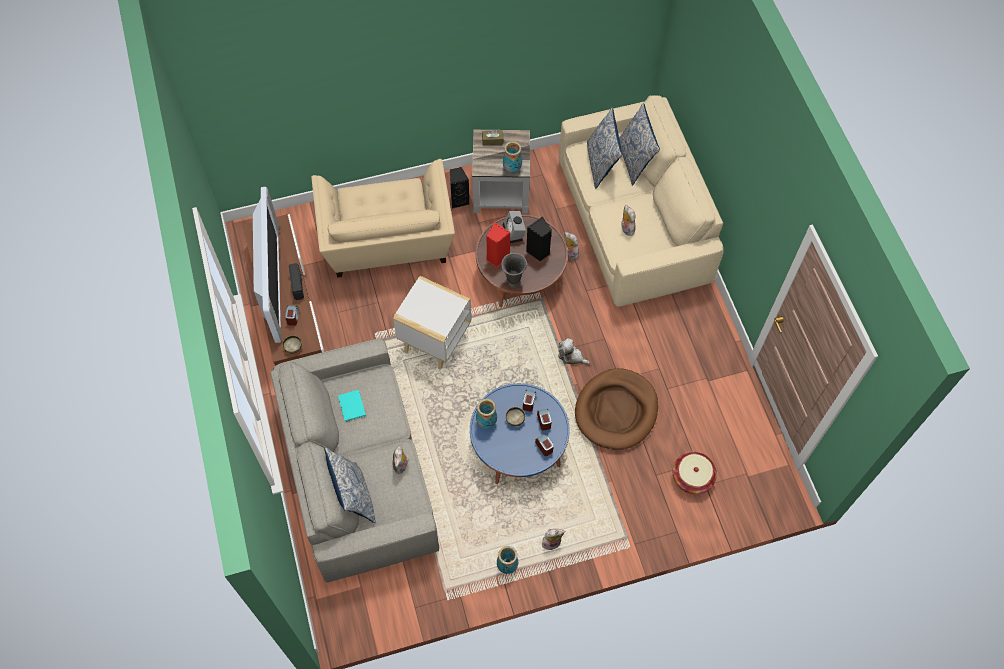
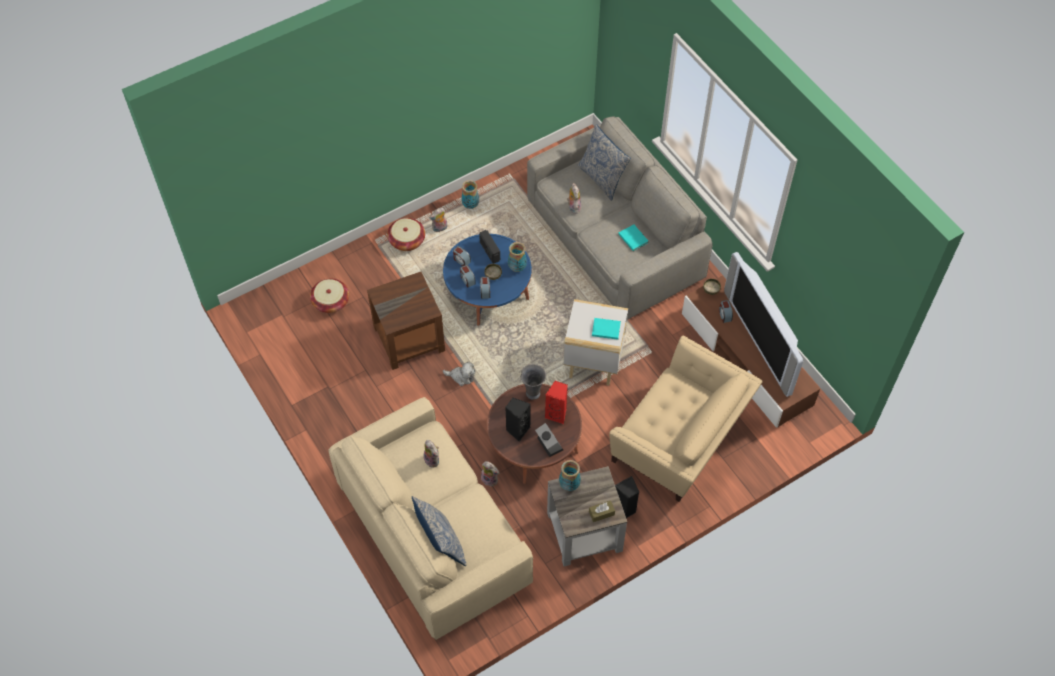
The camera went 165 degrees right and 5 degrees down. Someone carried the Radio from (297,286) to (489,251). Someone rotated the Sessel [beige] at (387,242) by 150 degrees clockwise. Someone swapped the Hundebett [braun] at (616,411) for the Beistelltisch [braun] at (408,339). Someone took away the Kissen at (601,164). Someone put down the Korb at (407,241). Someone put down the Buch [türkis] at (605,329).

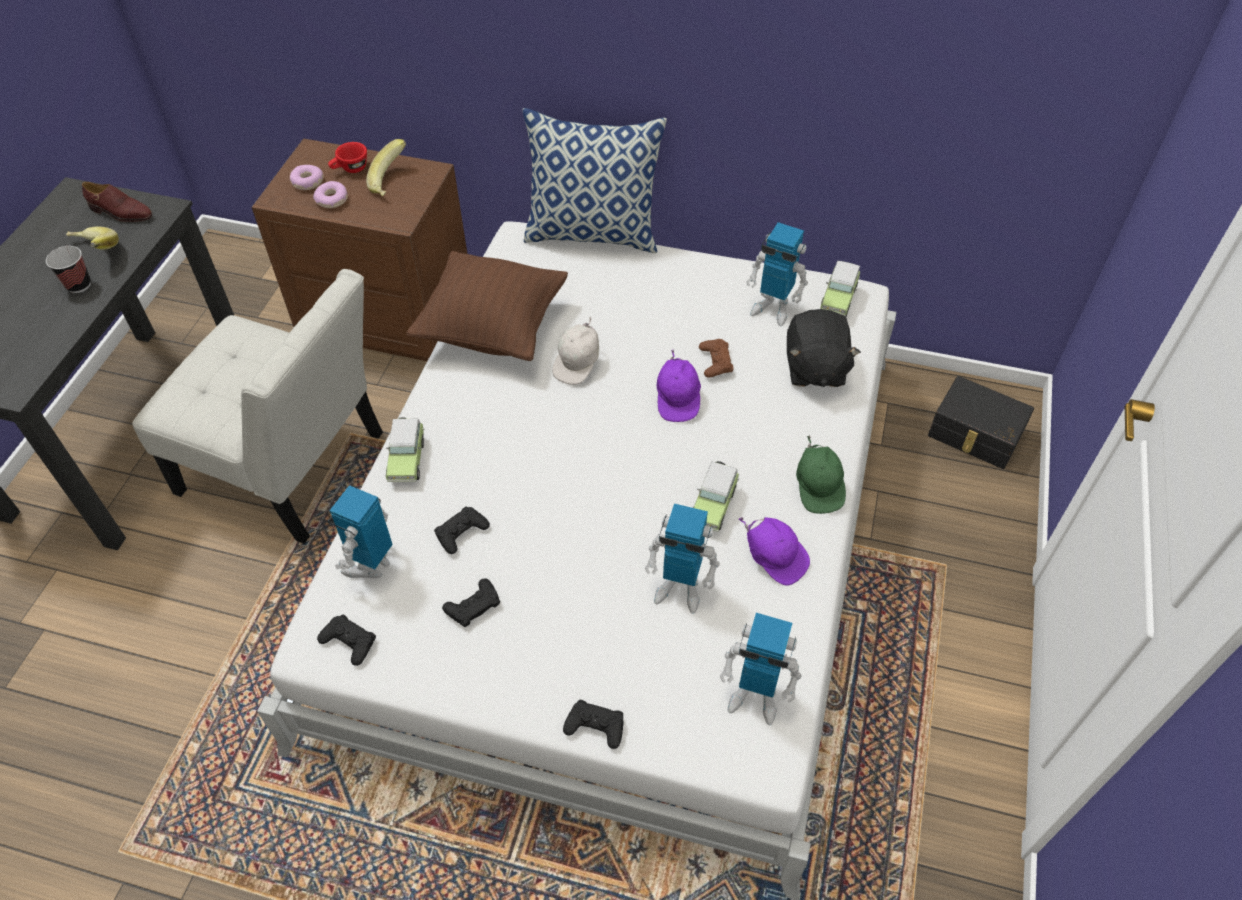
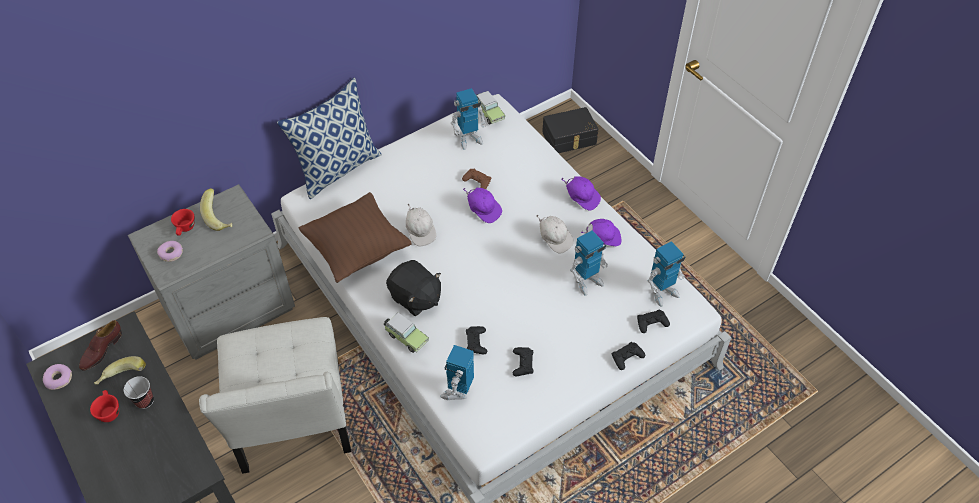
The camera went 50 degrees left and 0 degrees up. Someone rotated the Schuh [braun] at (121,212) by 150 degrees clockwise. Someone rotated the Stuhl [weiß] at (291,468) by 105 degrees clockwise. Someone repainted the Nachttisch [braun] at (388,315), which became the Nachttisch [grau] at (229,309). Someone carried the Donut from (332,200) to (59,379). Someone carried the Gamepad [schwarz] from (349,642) to (651,323). Someone rotated the Spielzeugroboter at (371,564) by 45 degrees clockwise. Someone swapped the Spielzeugauto at (714,504) for the Kappe [weiß] at (555,239). Someone carried the Plüschtier [schwarz] from (814,368) to (415,298). Someone repainted the Kappe [grün] at (818,487), which became the Kappe [lila] at (582,198). Someone put down the Tasse [rot] at (109,411).

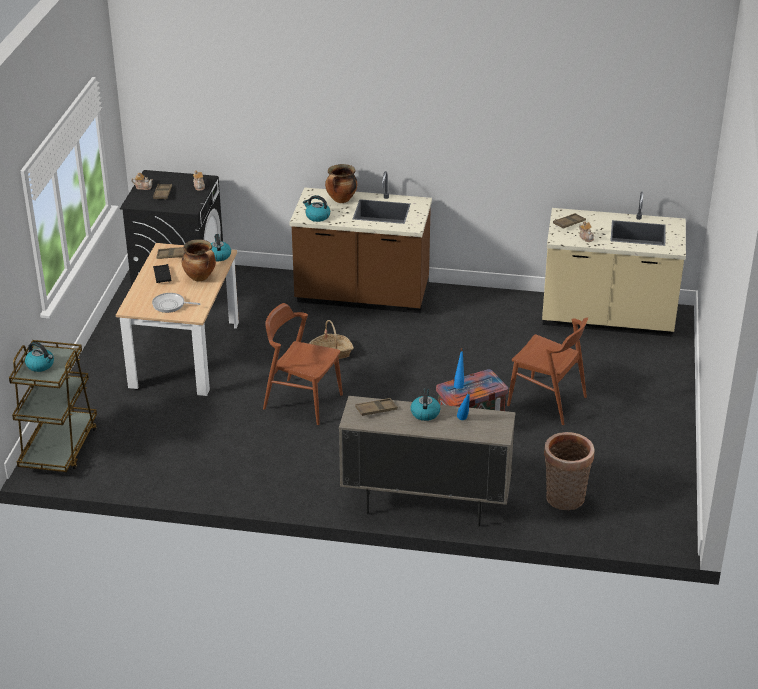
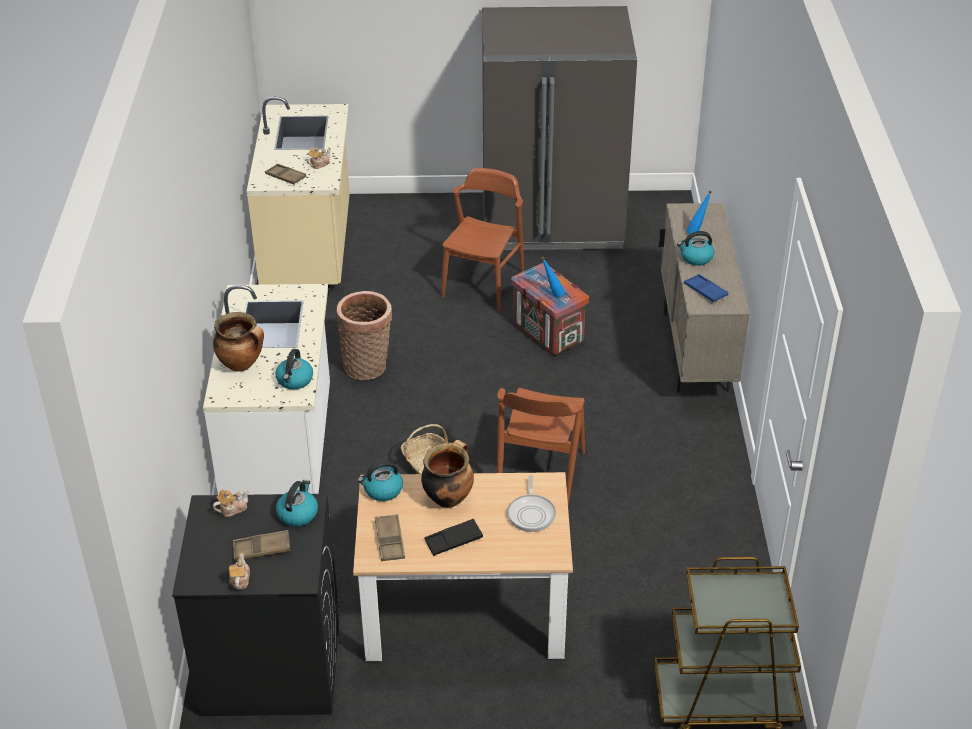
The camera went 100 degrees left and 5 degrees up. Someone carried the Wasserkessel from (41,365) to (297,514). Someone repainted the Küchenzeile [braun] at (362,297), which became the Küchenzeile [weiß] at (282,453). Someone repainted the Tablett [braun] at (376,409), which became the Tablett [blau] at (705,291). Someone carried the Korb from (564,500) to (368,367). Someone put down the Kühlschrank [grau] at (552,223).

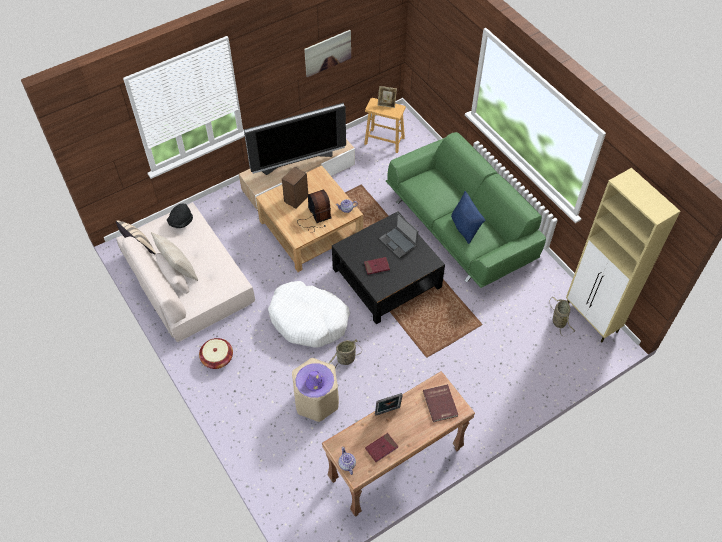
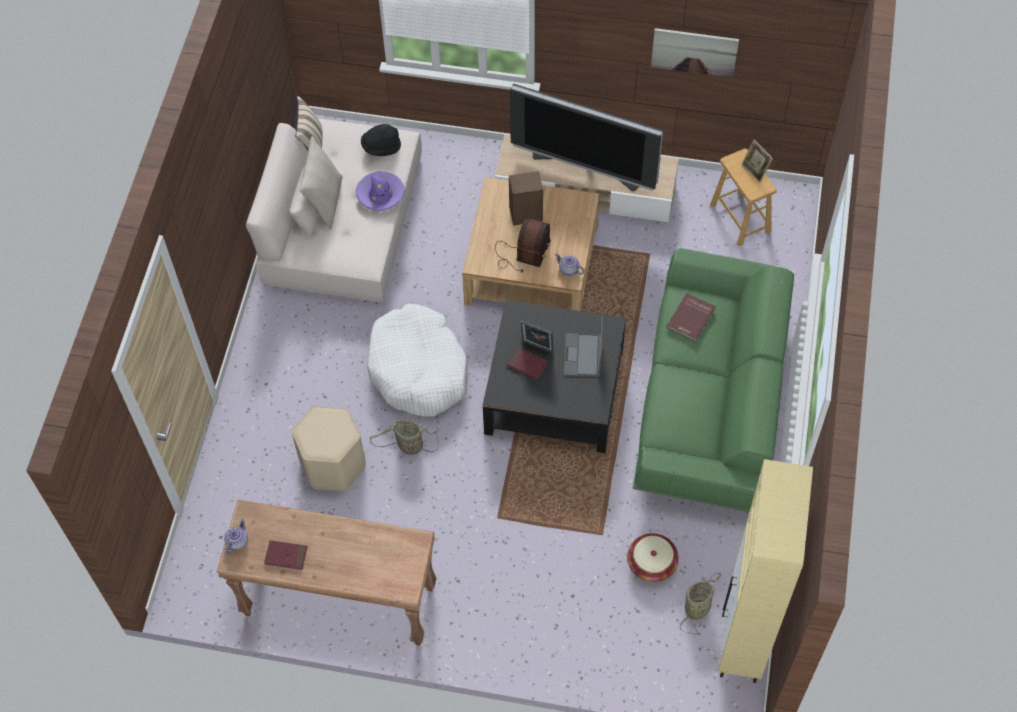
The camera went 45 degrees right and 5 degrees up. Someone carried the Korb from (217,358) to (651,563). Someone carried the Hut [lila] from (315,382) to (380,195). Someone carried the Bilderrahmen from (388,412) to (537,348). Someone carried the Buch [rot] from (441,403) to (692,318). Someone took away the Kissen [blau] at (465,228).

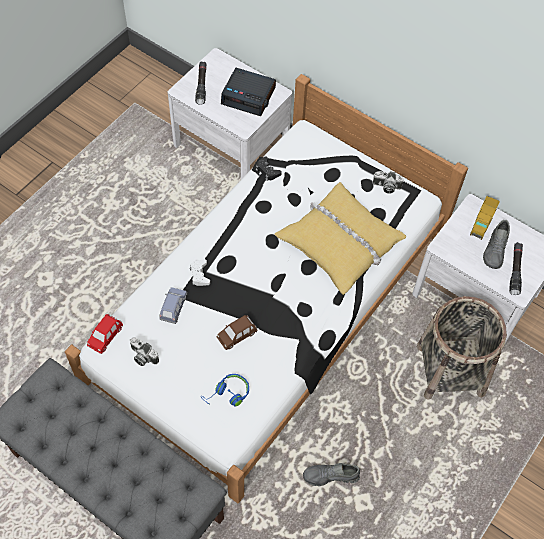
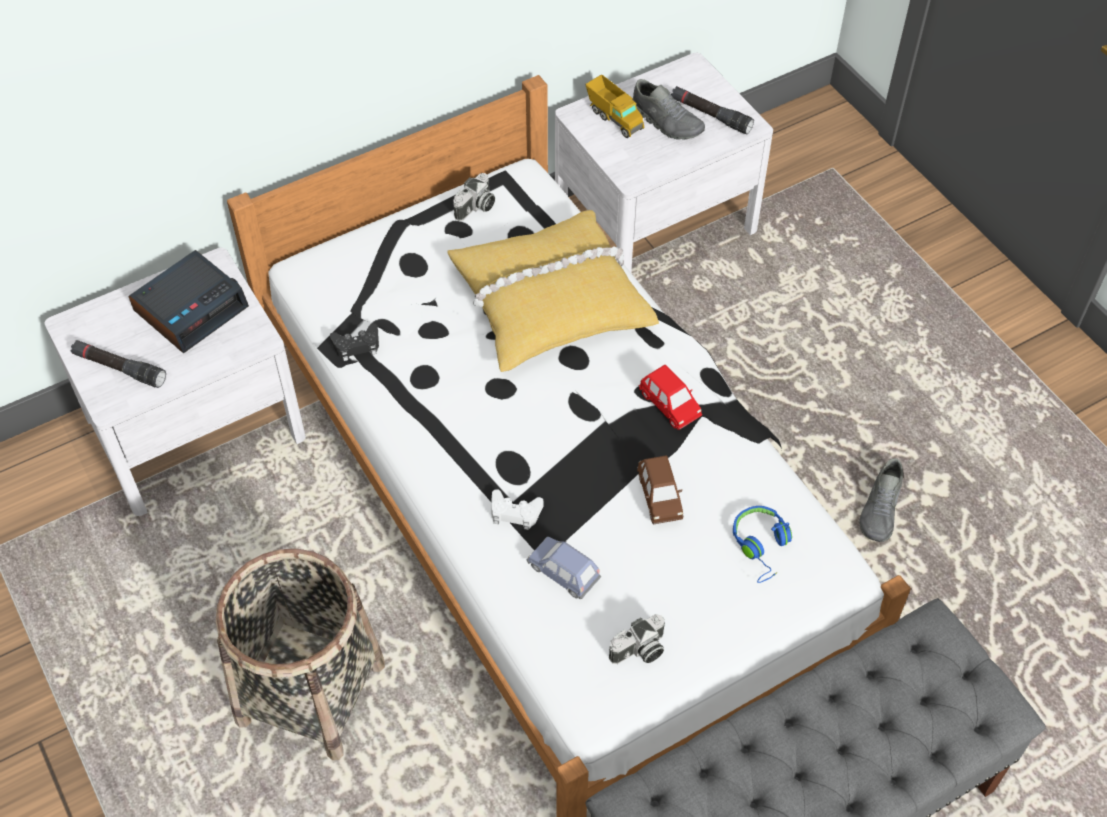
The camera went 65 degrees left and 5 degrees down. Someone carried the Spielzeugauto [rot] from (105,337) to (669,405). Someone carried the Korb from (450,370) to (310,693).

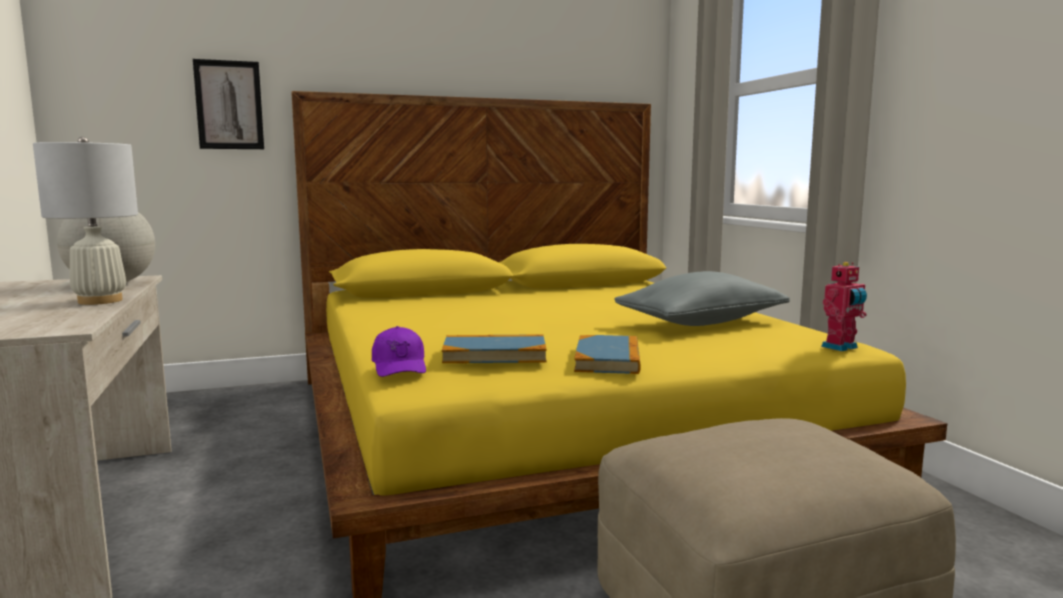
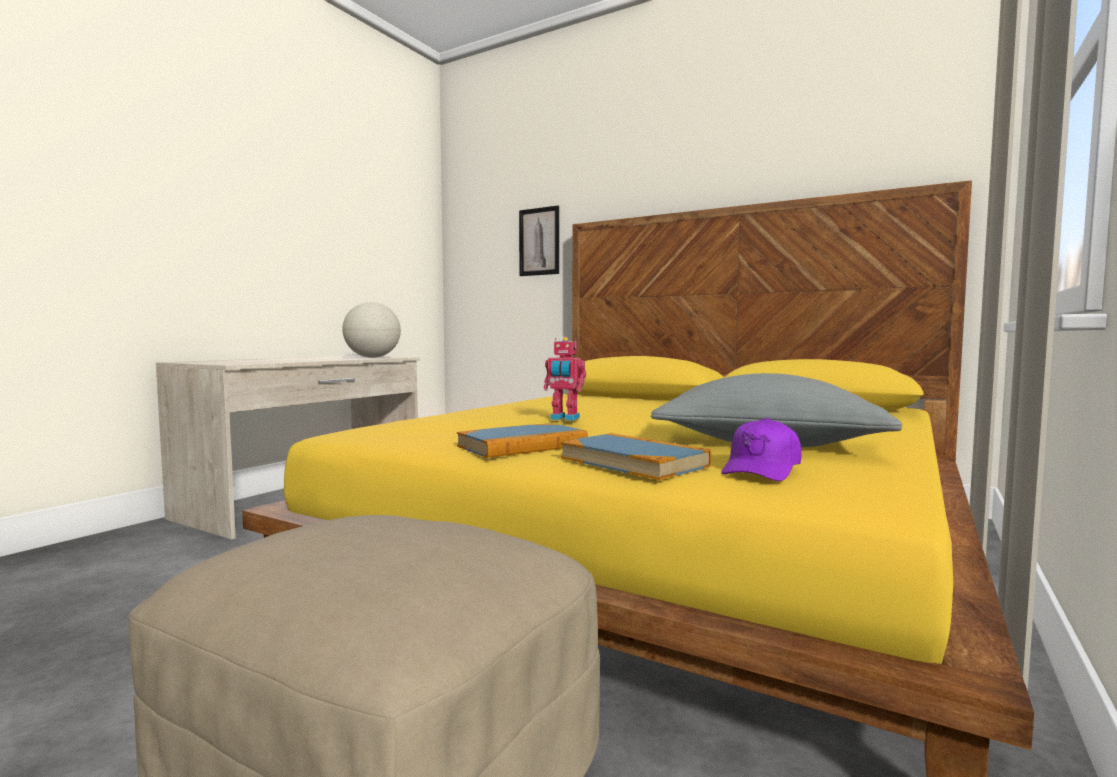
The camera went 50 degrees right and 5 degrees down. Someone took away the Tischlampe [weiß] at (100,301). Someone carried the Kappe [lila] from (399,366) to (762,470). Someone carried the Buch from (494,354) to (633,462). Someone carried the Spielzeugroboter from (841,347) to (564,418).

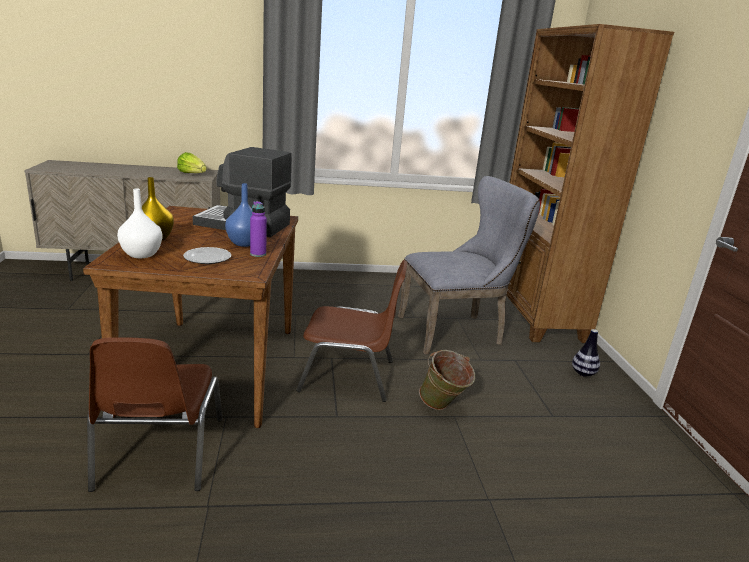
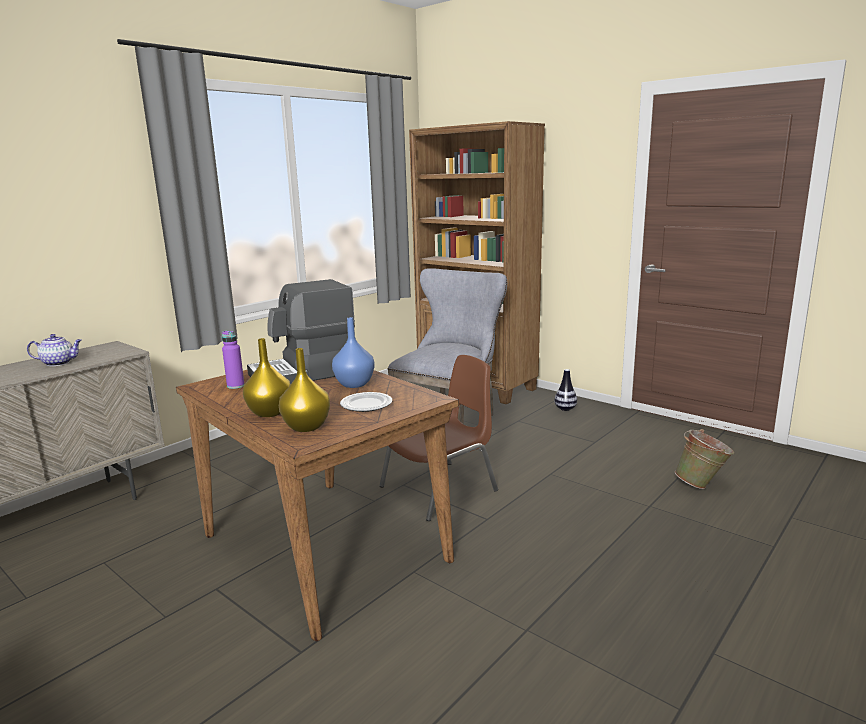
The camera went 40 degrees left and 5 degrees down. Someone took away the Stuhl [braun] at (158,454). Someone repainted the Vase [weiß] at (142,254), which became the Vase [gelb] at (307,426). Someone took away the Salatkopf at (192,174). Someone carried the Flasche [lila] from (258,254) to (235,386). Someone carried the Eimer [grün] from (442,407) to (702,485). Someone put down the Teekanne at (59,363).

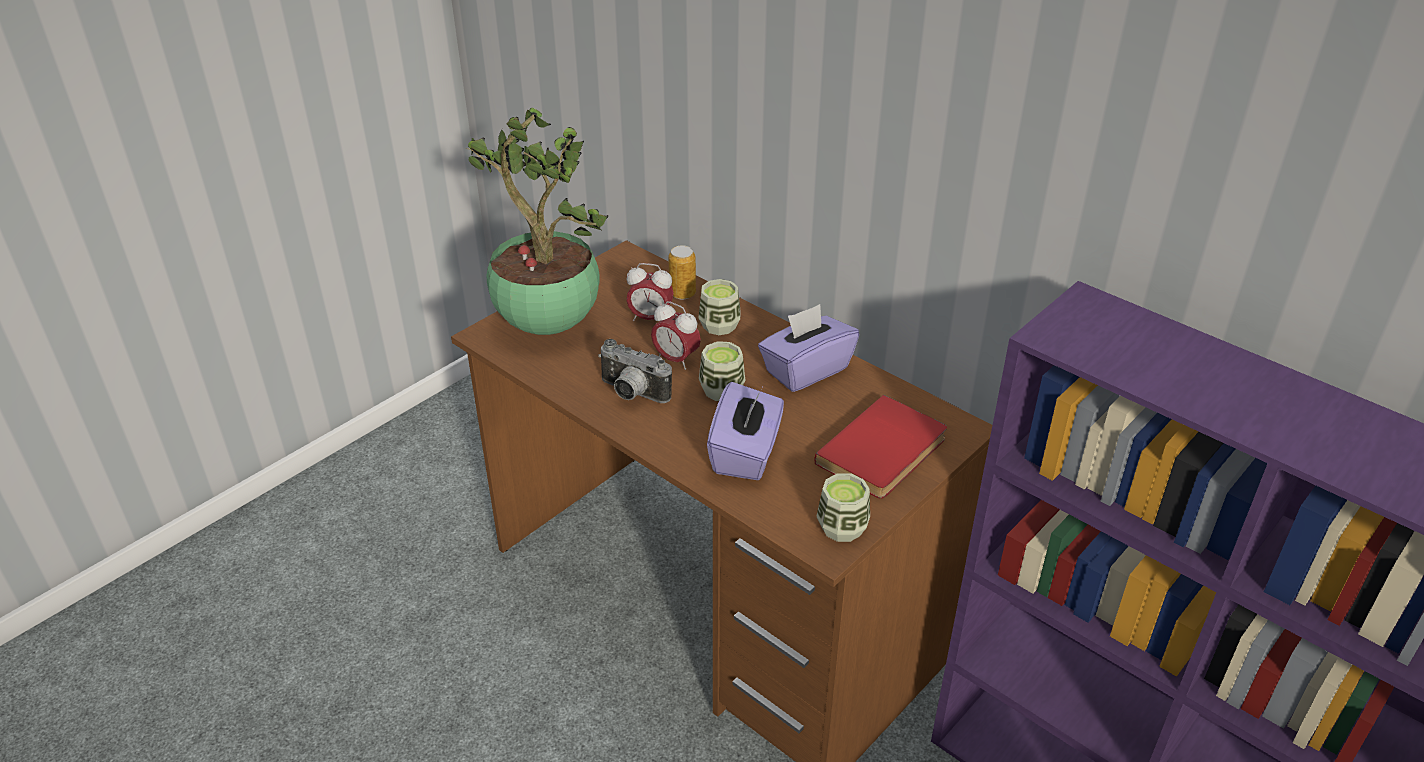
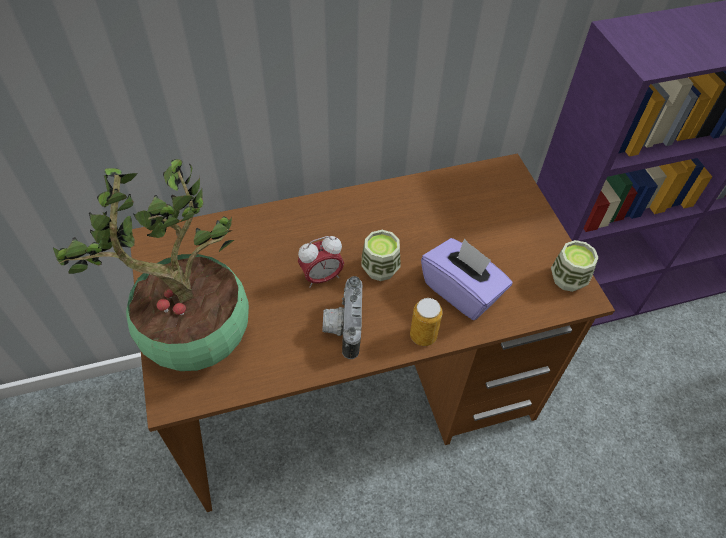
The camera went 60 degrees left and 15 degrees up. Someone rotated the Kamera at (631,394) by 120 degrees clockwise. Someone took away the Wecker at (650,318). Someone carried the Dose from (682,294) to (423,335). Someone took away the Tasse at (719,325). Someone took away the Taschentuchbox [lila] at (806,370). Someone took away the Buch [rot] at (885,452).

